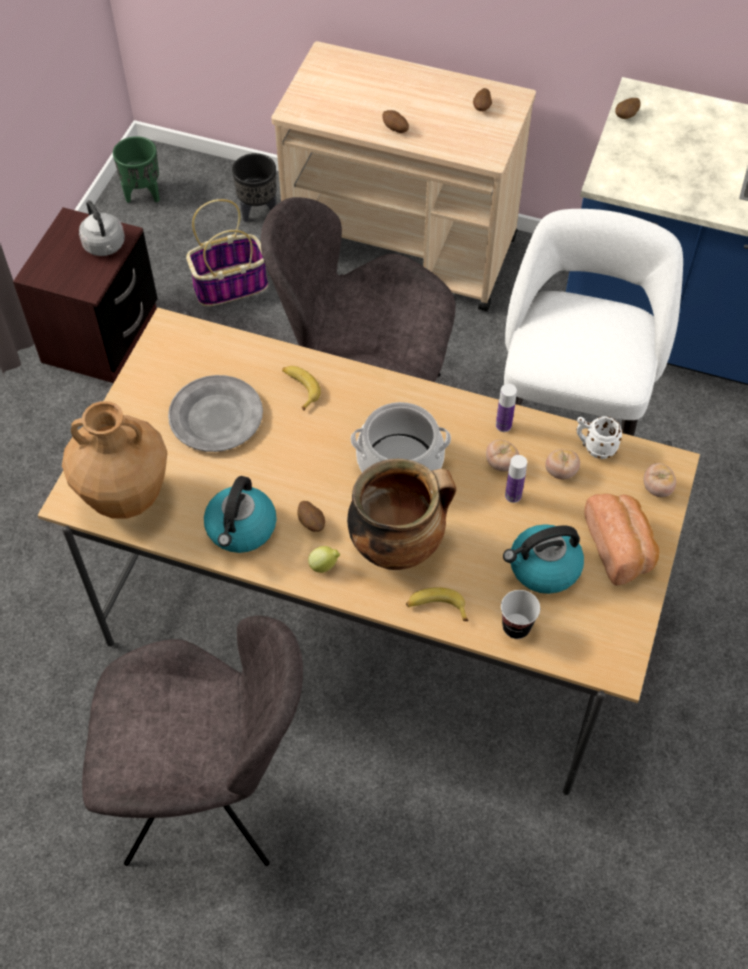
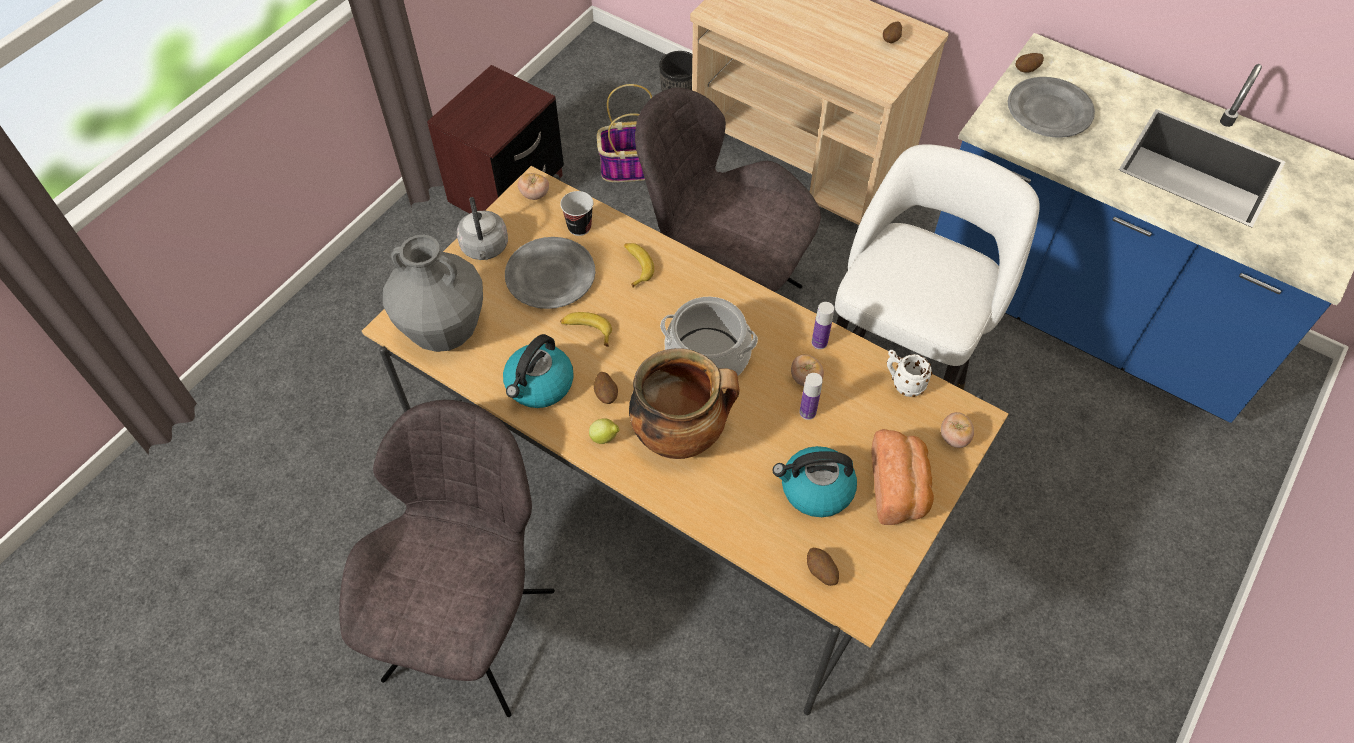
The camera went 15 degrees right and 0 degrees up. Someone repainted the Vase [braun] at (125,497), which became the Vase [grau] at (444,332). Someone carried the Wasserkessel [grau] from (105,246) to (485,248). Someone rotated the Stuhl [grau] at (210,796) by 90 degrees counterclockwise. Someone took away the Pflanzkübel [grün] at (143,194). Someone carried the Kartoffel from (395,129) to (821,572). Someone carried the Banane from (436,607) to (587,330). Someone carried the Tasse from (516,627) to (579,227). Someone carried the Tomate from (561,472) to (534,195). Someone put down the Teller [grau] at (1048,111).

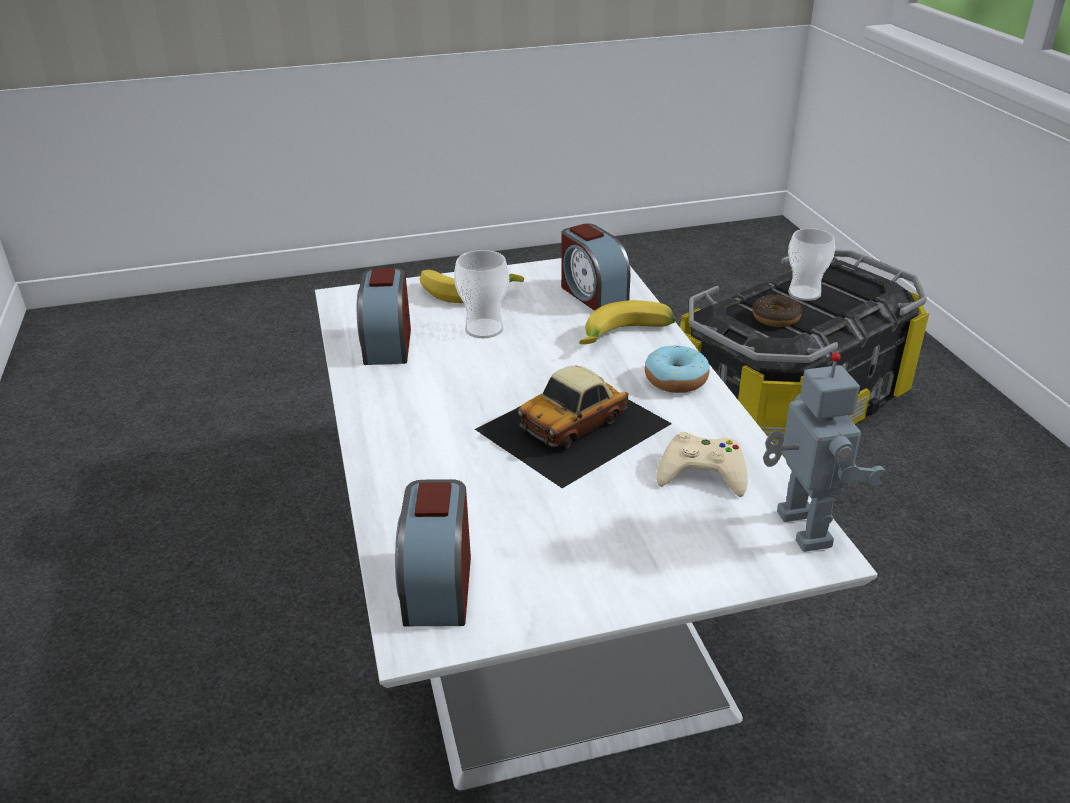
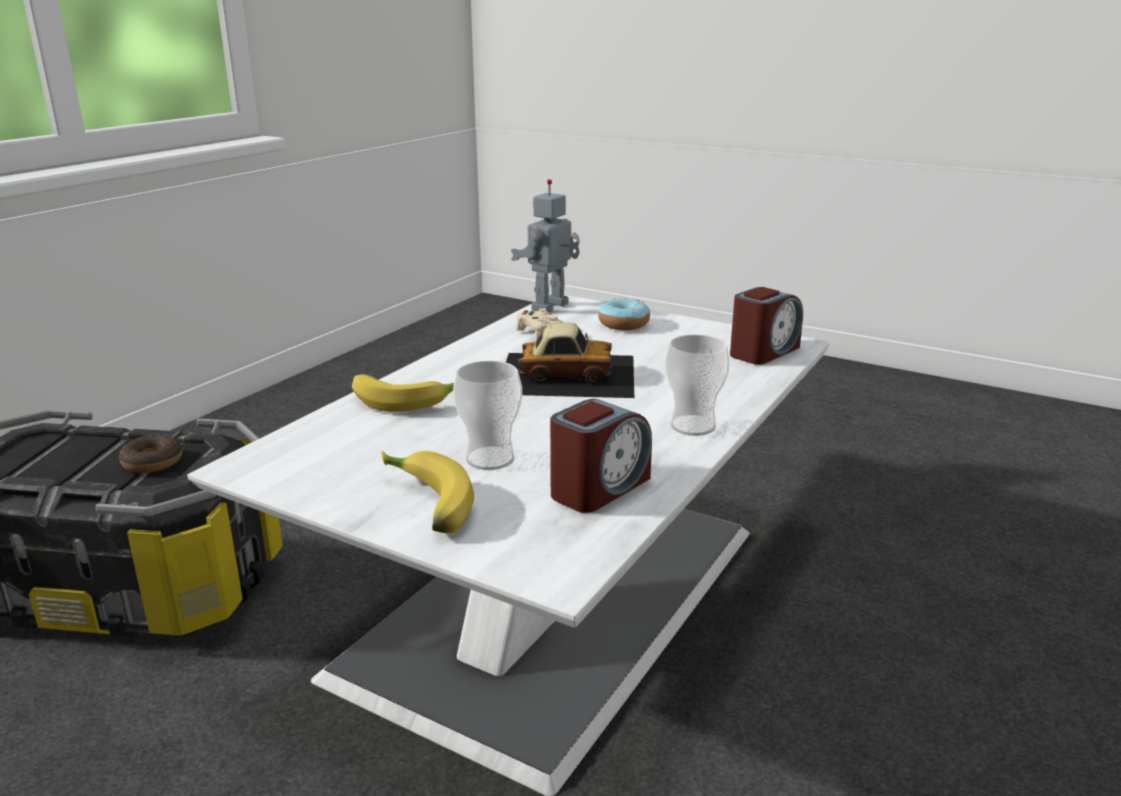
The camera went 135 degrees left and 10 degrees down. Someone took away the Wecker at (592,294). Someone carried the Donut from (676,380) to (623,324). Someone carried the Tasse from (804,293) to (692,426).

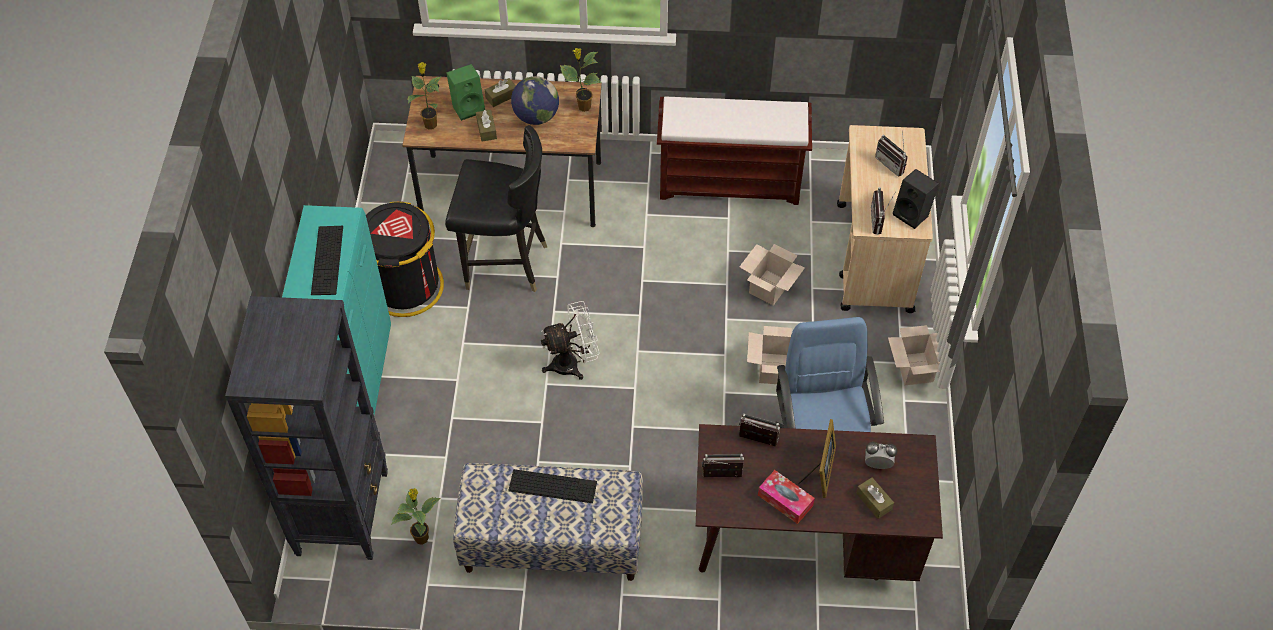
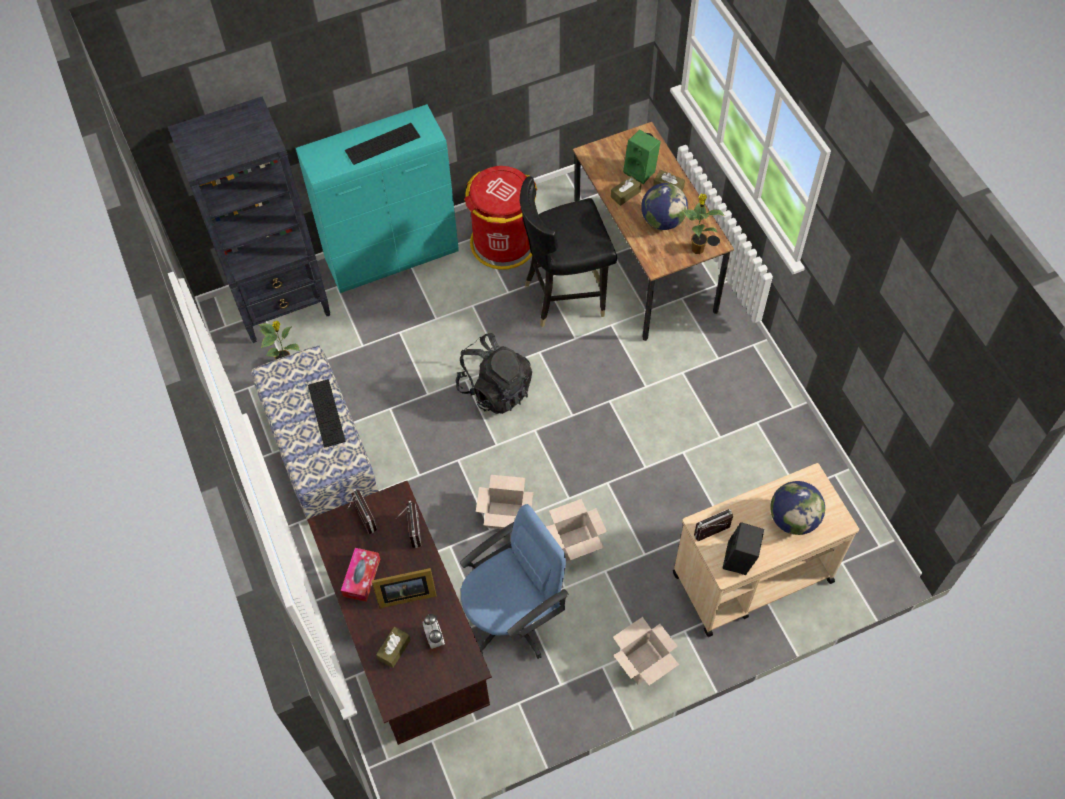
The camera went 65 degrees right and 5 degrees up. Someone repainted the Mülleimer [schwarz] at (406,287), which became the Mülleimer [rot] at (503,243). Someone took away the Topfpflanze at (430,124). Someone rotated the Stuhl [schwarz] at (505,264) by 90 degrees clockwise. Someone swapped the Ventilator [weiß] at (572,363) for the Rucksack [schwarz] at (495,389). Someone took away the Bank [braun] at (731,182). Someone carried the Karton from (769,287) to (506,515). Someone swapped the Radio at (892,164) for the Globus at (793,519).

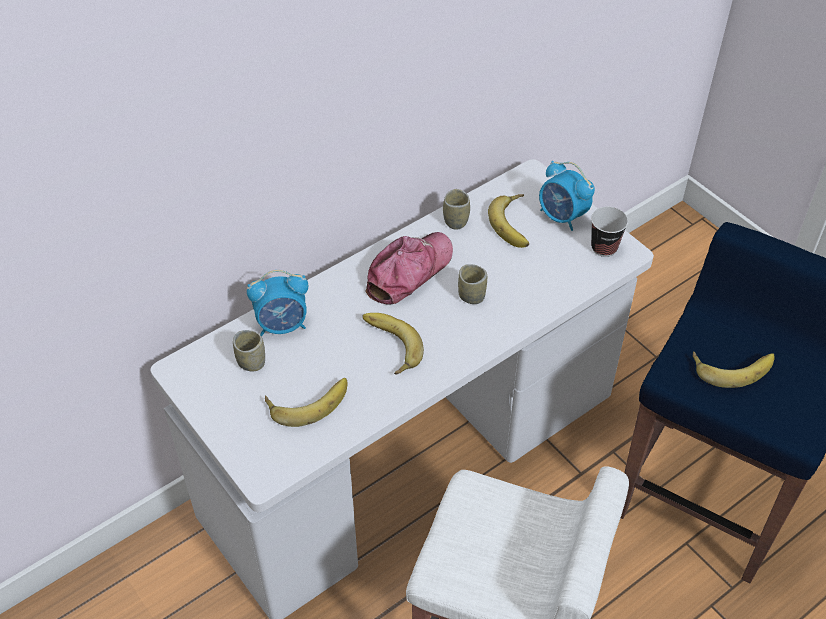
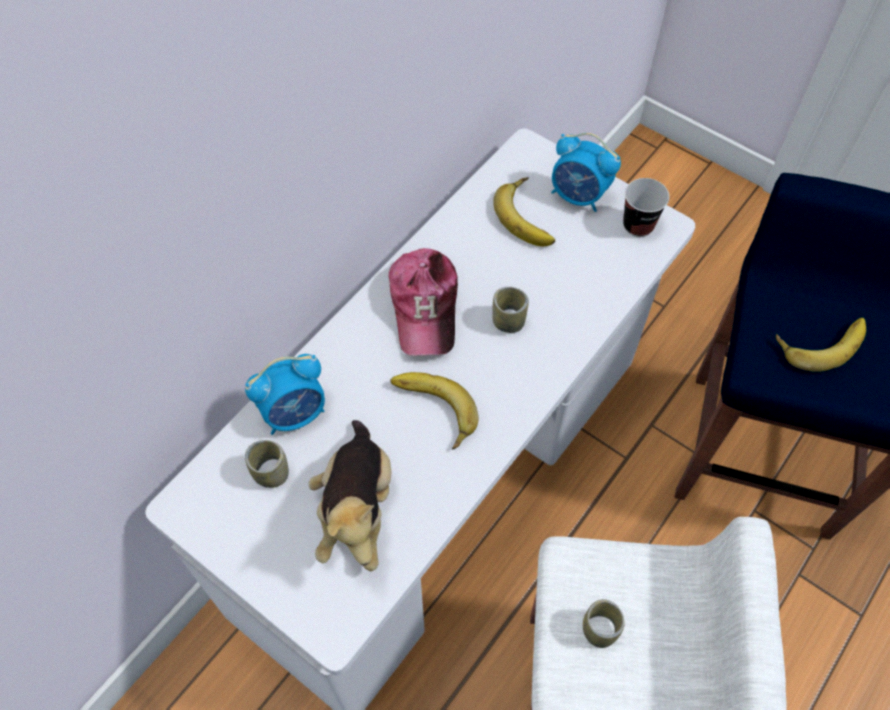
The camera went 15 degrees left and 10 degrees up. Someone swapped the Banane at (307,401) for the Plüschtier at (357,510). Someone rotated the Kappe at (408,272) by 150 degrees clockwise. Someone carried the Tasse from (455,221) to (599,630).

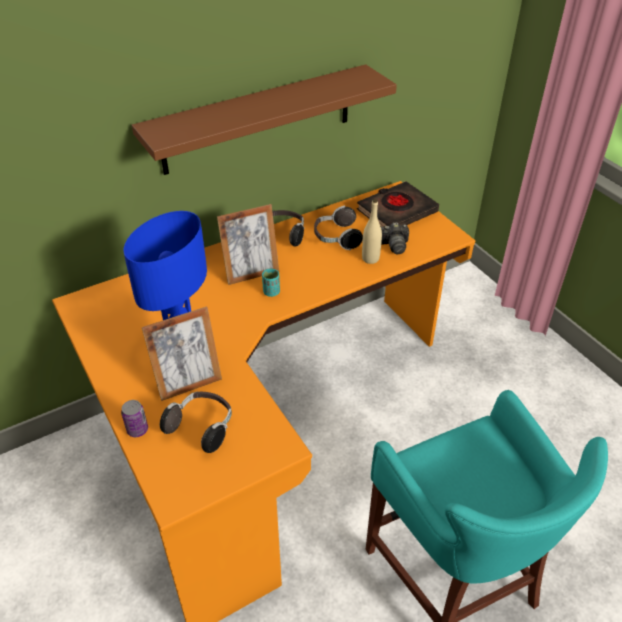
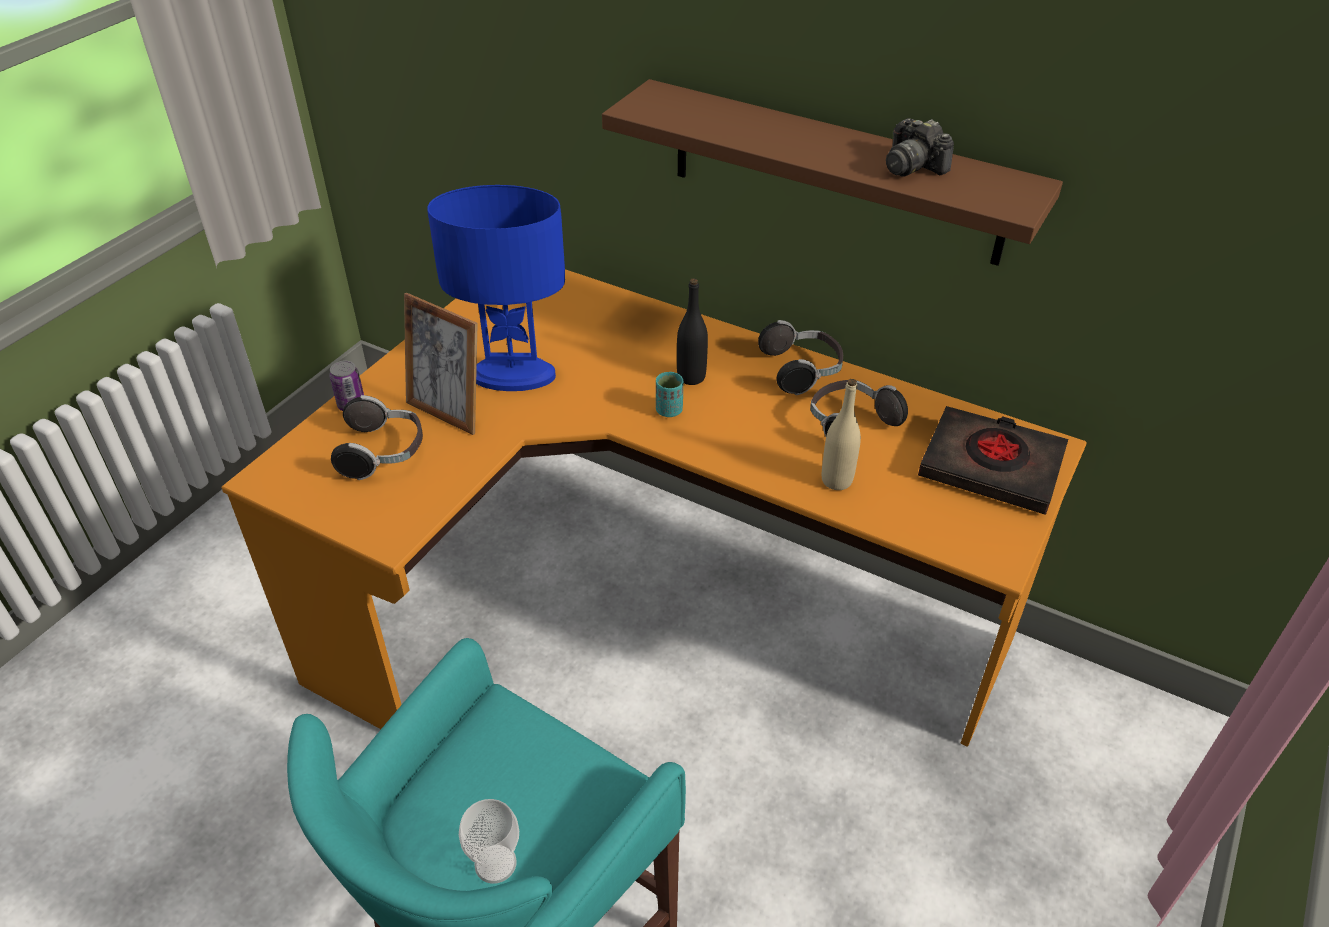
The camera went 60 degrees right and 0 degrees up. Someone swapped the Bilderrahmen at (251,273) for the Flasche [schwarz] at (691,377). Someone carried the Kamera from (392,245) to (912,166). Someone put down the Tasse at (495,863).

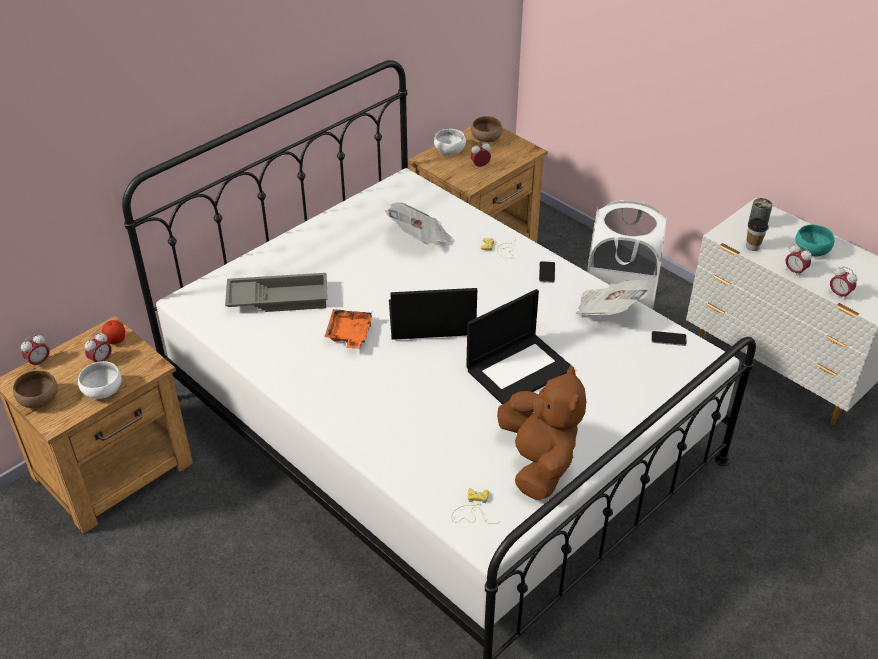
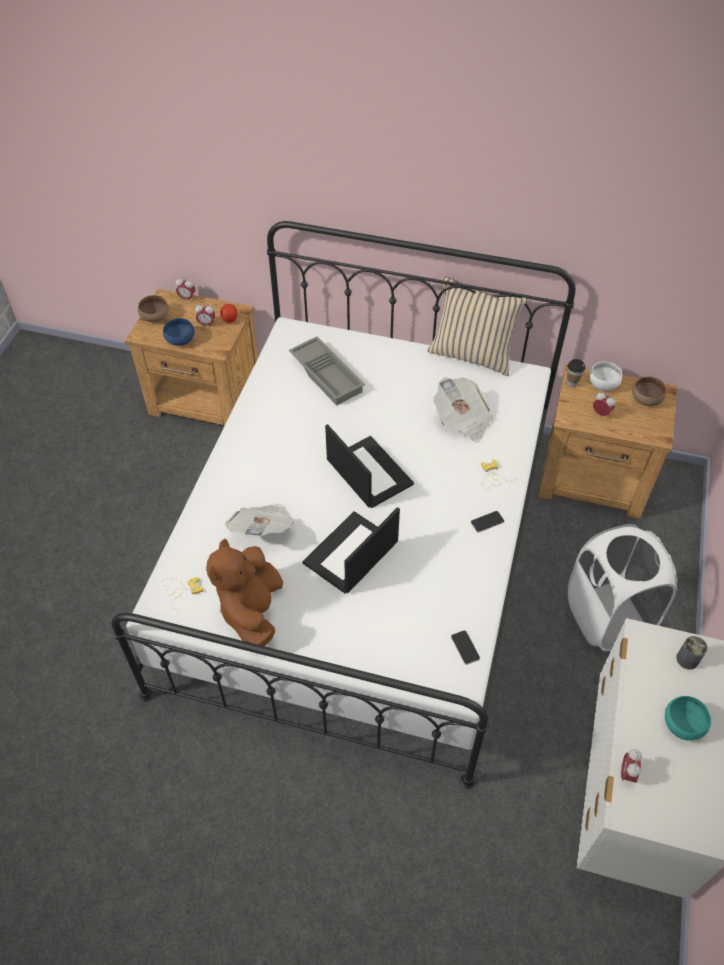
The camera went 60 degrees right and 10 degrees up. Someone repainted the Schüssel [weiß] at (103,392), which became the Schüssel [blau] at (180,340). Someone took away the Tablett [orange] at (349,334). Someone rotated the Laptop at (519,369) by 105 degrees clockwise. Someone rotated the Plüschtier [braun] at (538,463) by 135 degrees clockwise. Someone carried the Zeitung from (608,311) to (263,530). Someone carried the Tasse from (752,247) to (572,383). Someone took away the Wecker at (794,272). Someone put down the Kissen [beige] at (471,355).

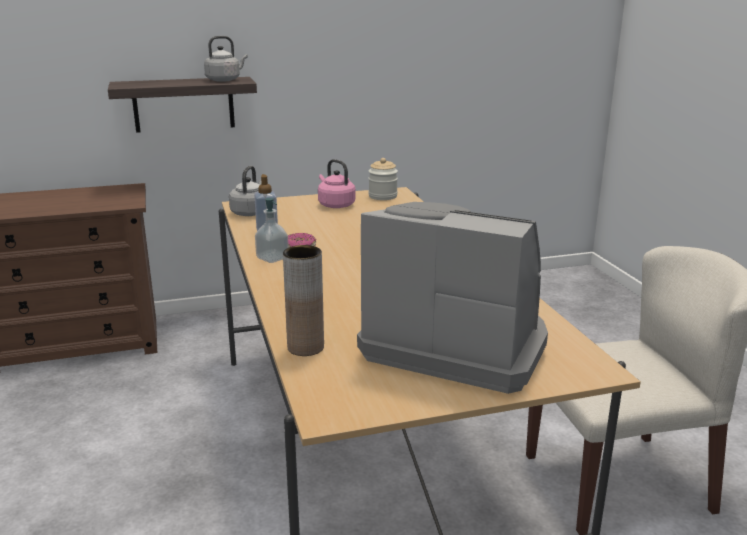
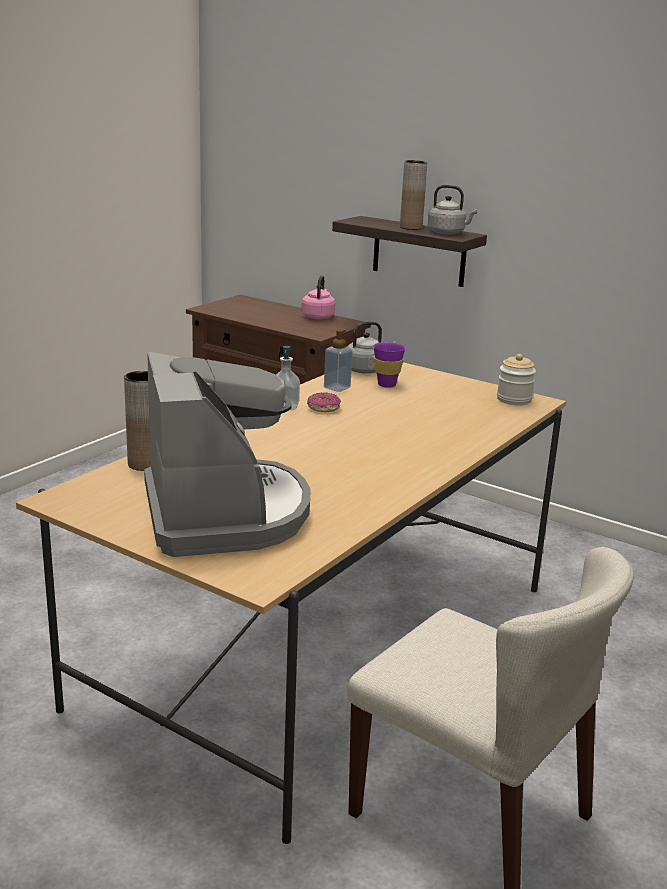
The camera went 50 degrees right and 0 degrees up. Someone carried the Wasserkessel [rosa] from (335,205) to (318,316). Someone put down the Tasse [lila] at (386,385). Someone put down the Vase [braun] at (411,227).

